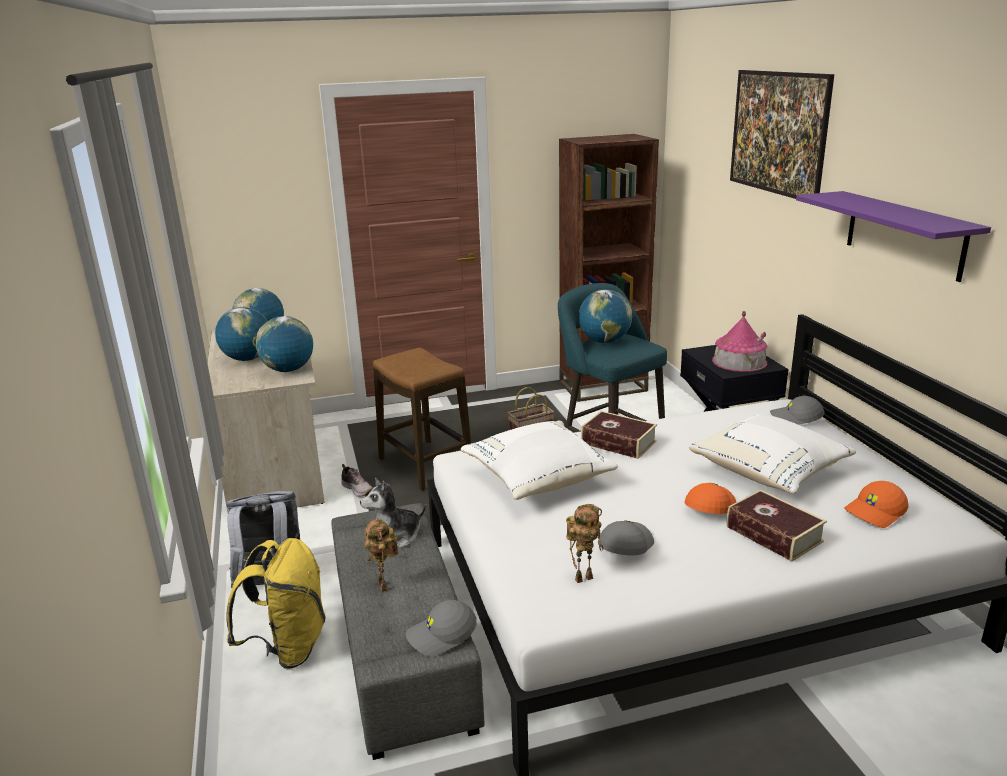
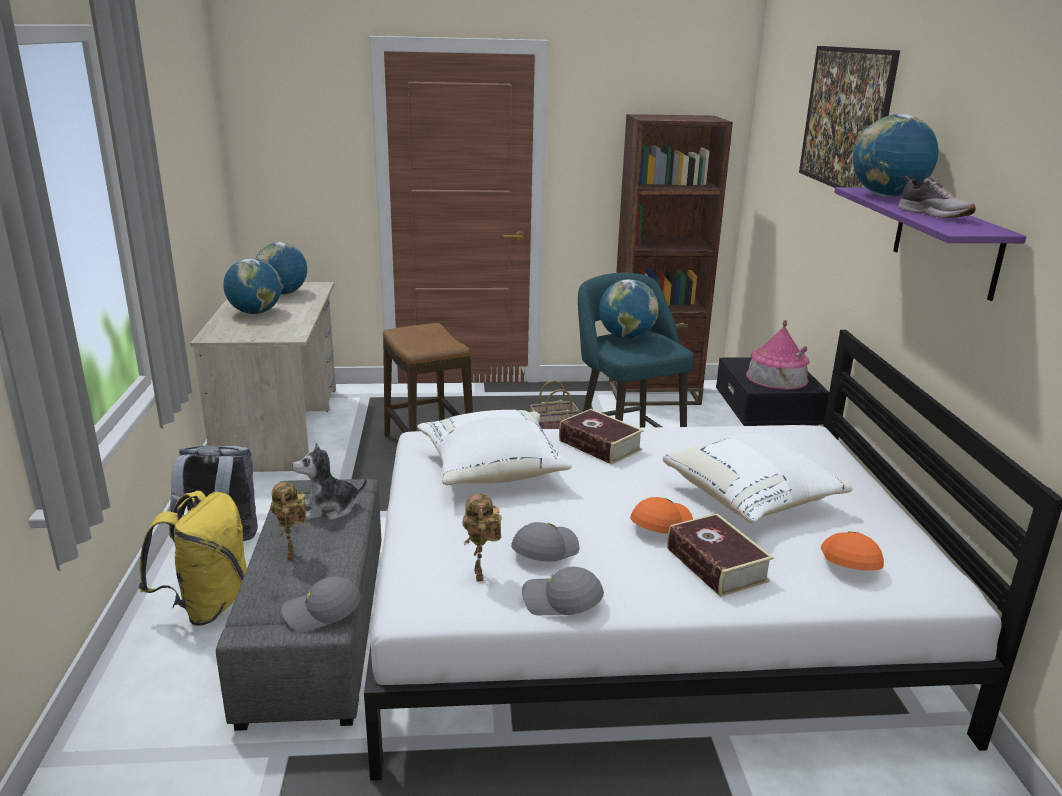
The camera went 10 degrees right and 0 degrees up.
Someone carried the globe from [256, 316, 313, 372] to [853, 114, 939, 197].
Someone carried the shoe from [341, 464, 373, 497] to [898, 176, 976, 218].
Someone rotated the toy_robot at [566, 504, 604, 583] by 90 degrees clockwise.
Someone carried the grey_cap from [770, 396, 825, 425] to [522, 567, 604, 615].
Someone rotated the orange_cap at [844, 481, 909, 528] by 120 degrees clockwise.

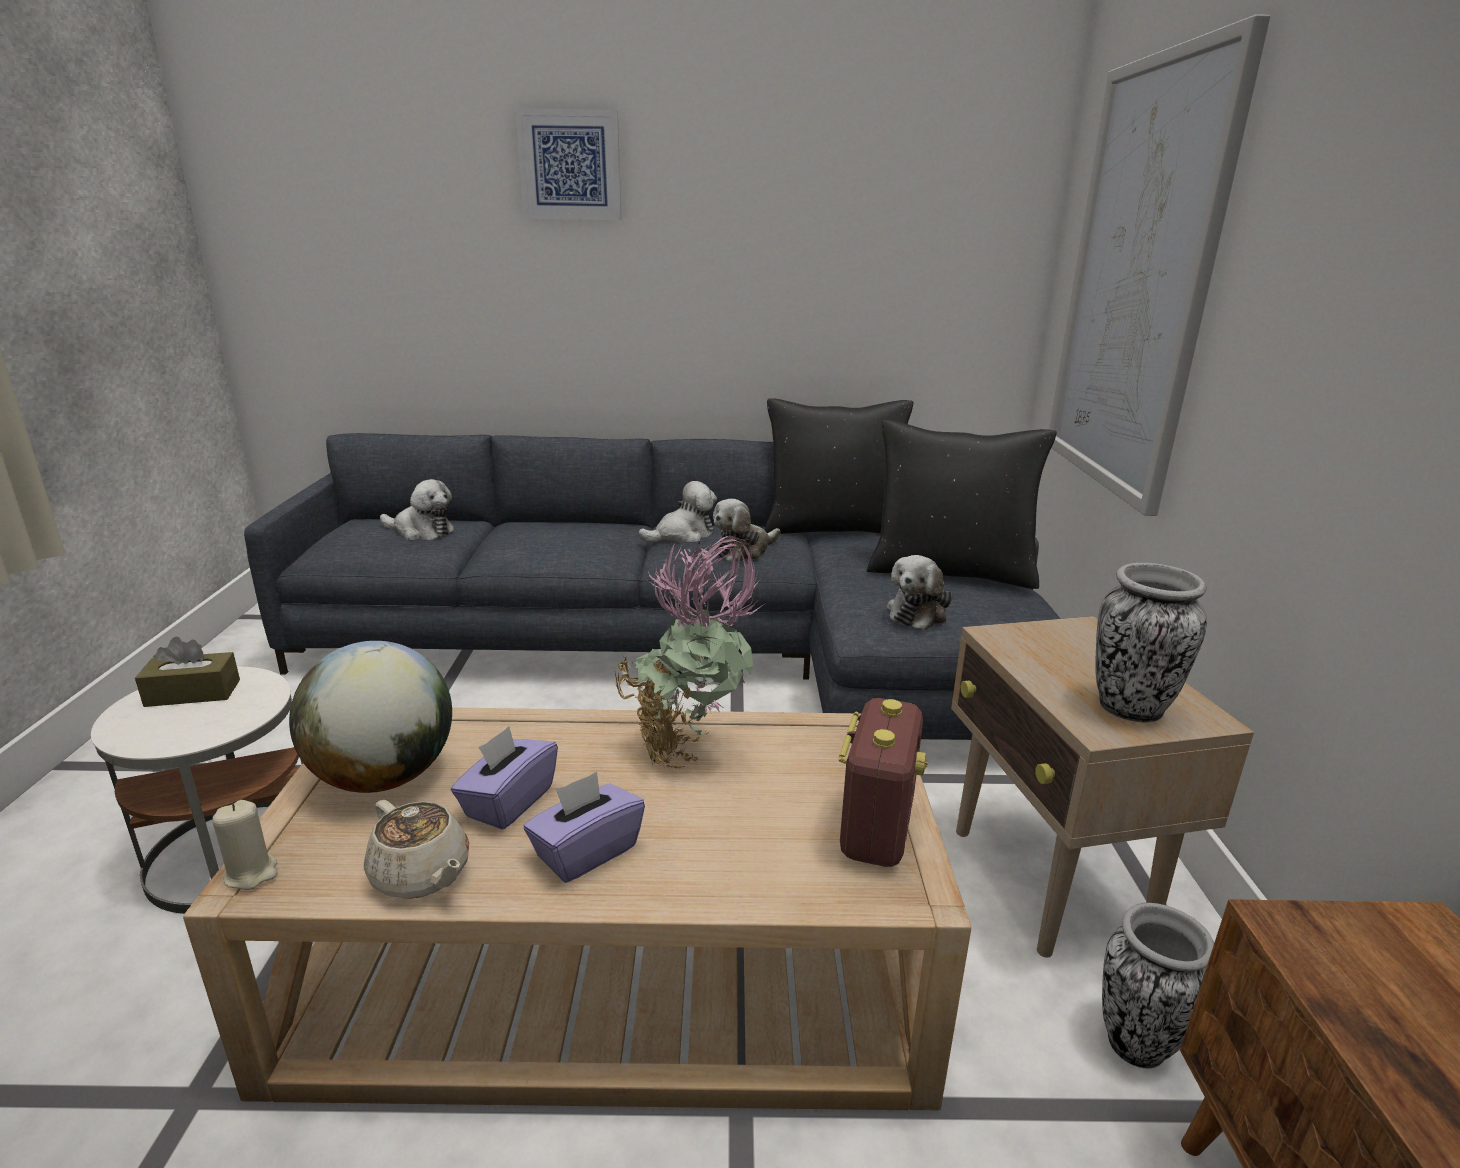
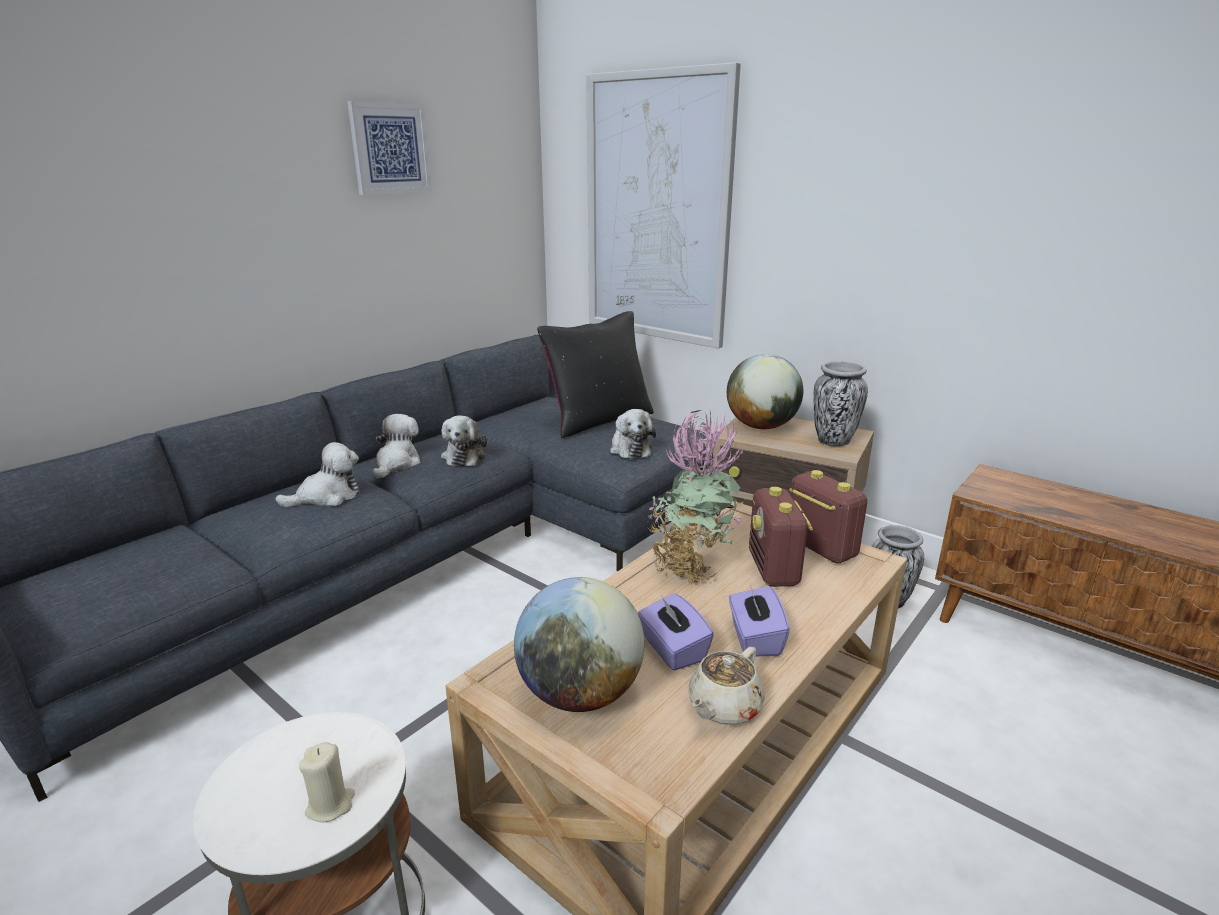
The camera went 50 degrees left and 0 degrees up.
Someone took away the brown_tissue_box at [135, 637, 240, 707].
Someone carried the beige_candle from [212, 800, 277, 890] to [299, 742, 355, 822].
Someone rotated the beige_teapot at [364, 800, 469, 899] by 135 degrees clockwise.
Someone carried the plush_toy from [380, 479, 455, 540] to [275, 442, 359, 507].
Someone carried the picture from [515, 108, 621, 220] to [347, 101, 432, 195].
Someone took away the black_pillow at [765, 398, 914, 534].
Someone put down the globe at [727, 354, 803, 429].
Someone put down the radio at [749, 486, 813, 587].

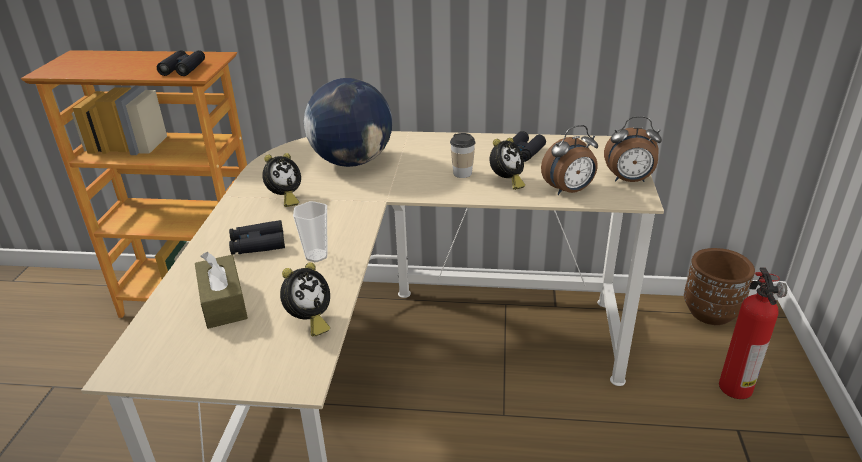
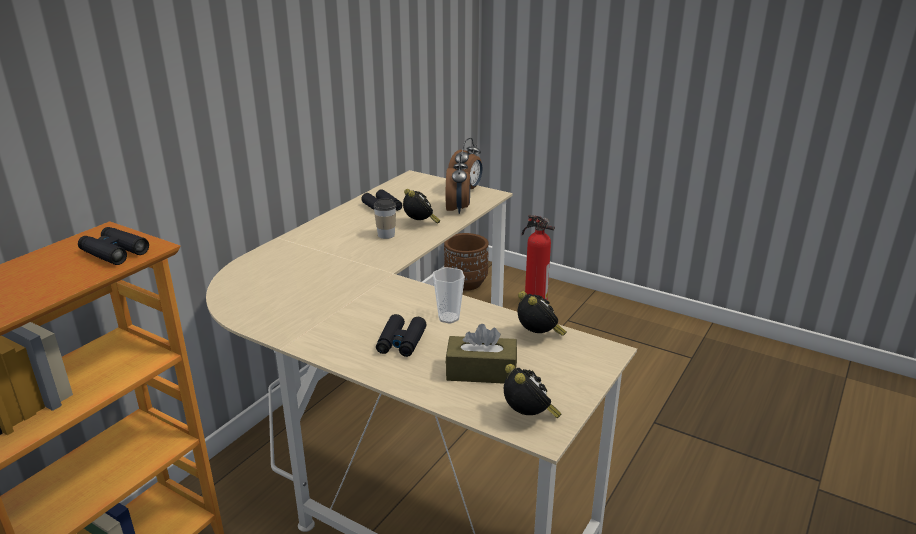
The camera went 65 degrees left and 5 degrees down.
Someone carried the alarm_clock from [262, 153, 301, 207] to [504, 364, 561, 418].
Someone took away the globe at [304, 78, 392, 167].

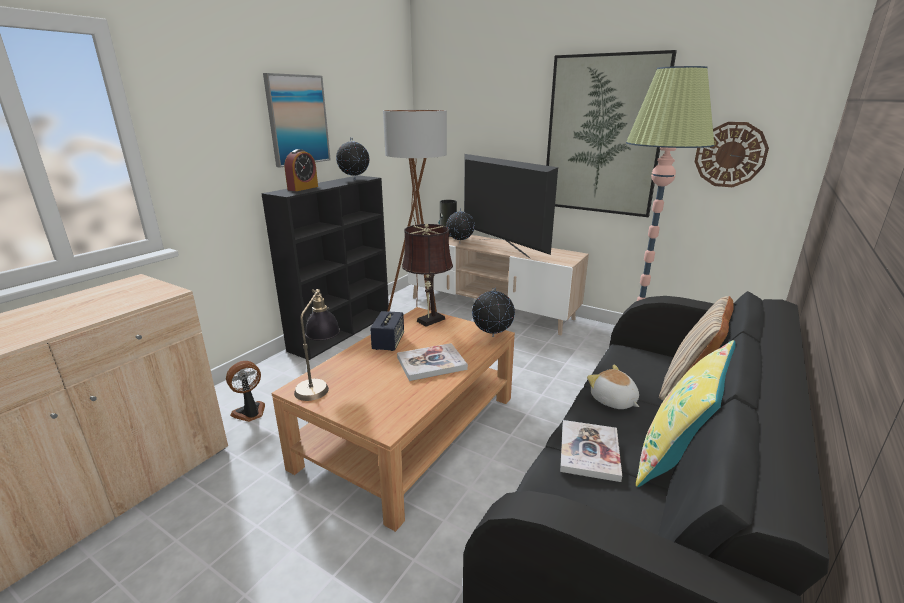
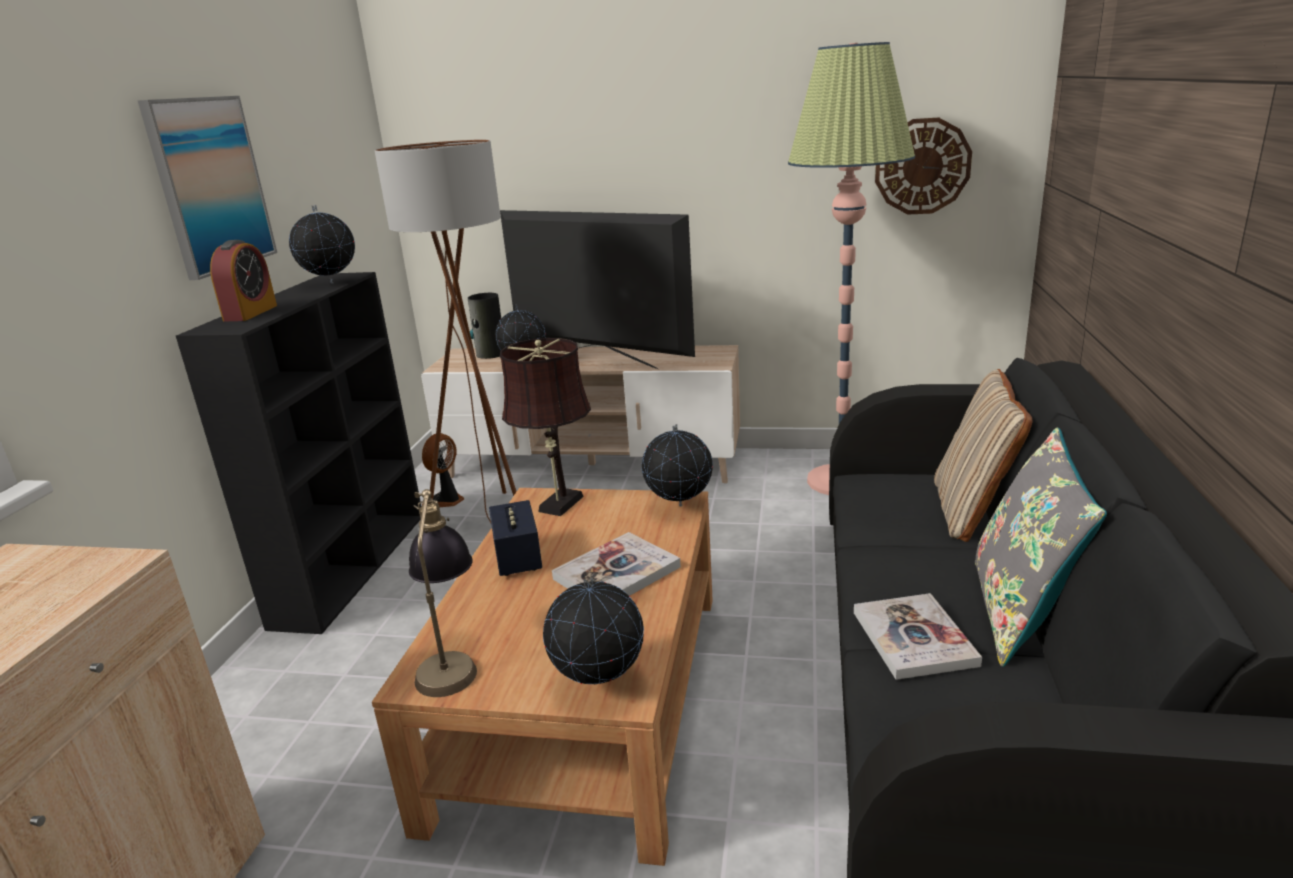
The camera went 20 degrees left and 0 degrees up.
Someone carried the fan from [226, 361, 265, 422] to [422, 433, 464, 507].
Someone took away the picture at [546, 50, 677, 217].
Someone took away the plush_toy at [587, 365, 639, 409].
Someone repainted the yellow_pillow at [636, 340, 736, 487], which became the grey_pillow at [975, 427, 1107, 667].
Someone put down the globe at [543, 578, 644, 684].

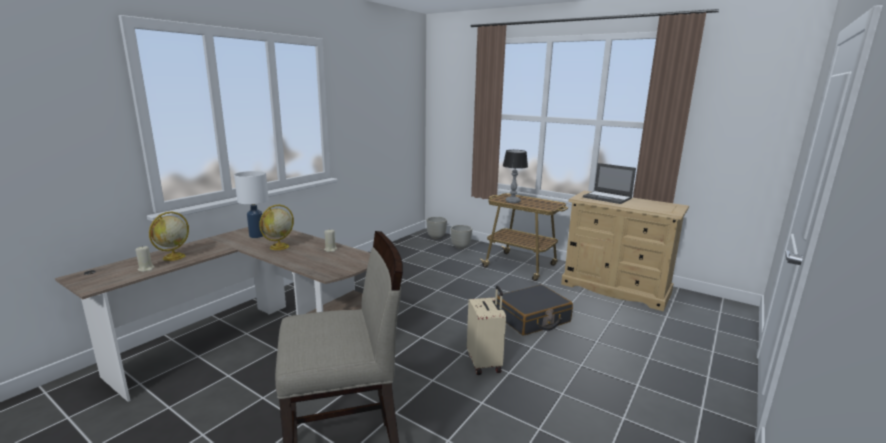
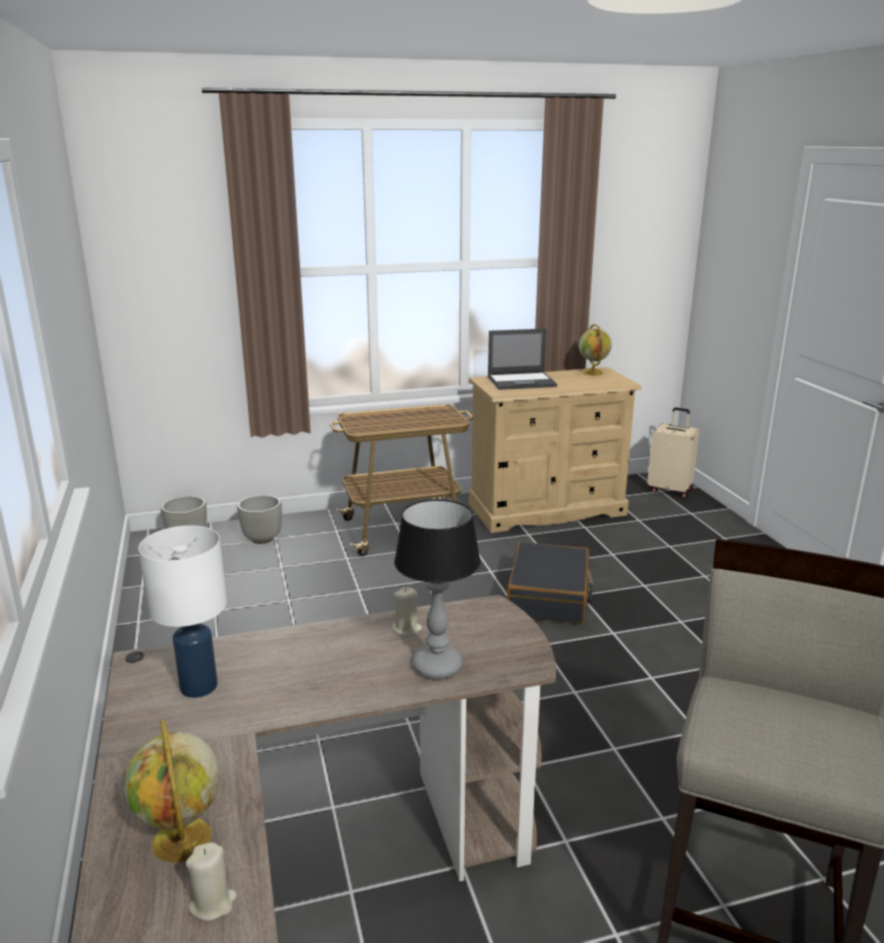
The camera went 50 degrees left and 5 degrees up.
Someone carried the globe from [259, 204, 294, 250] to [579, 324, 612, 376].
Someone carried the beige_suitcase from [467, 286, 506, 375] to [647, 407, 699, 498].
Someone carried the table_lamp from [503, 150, 528, 203] to [394, 499, 481, 679].

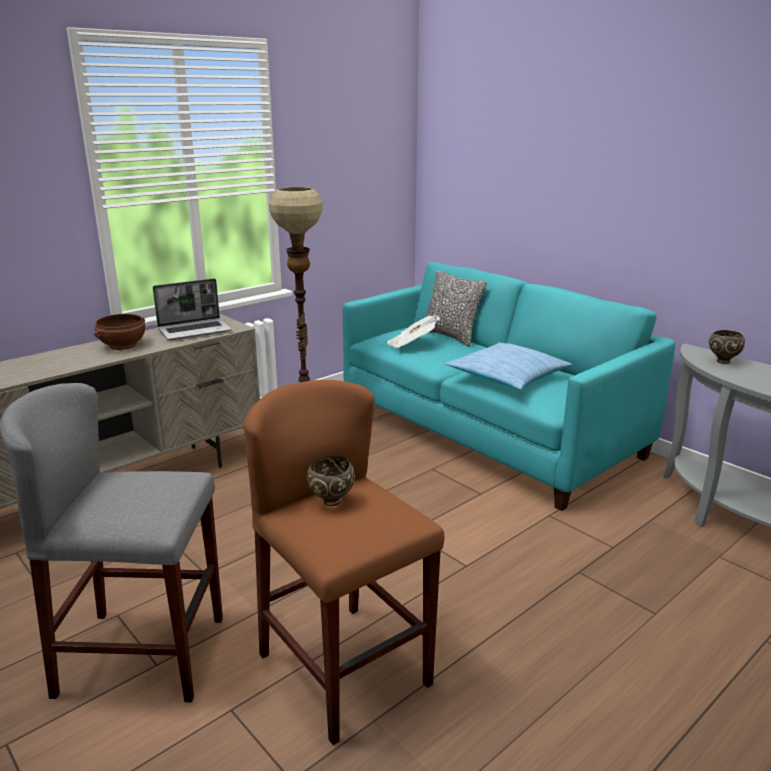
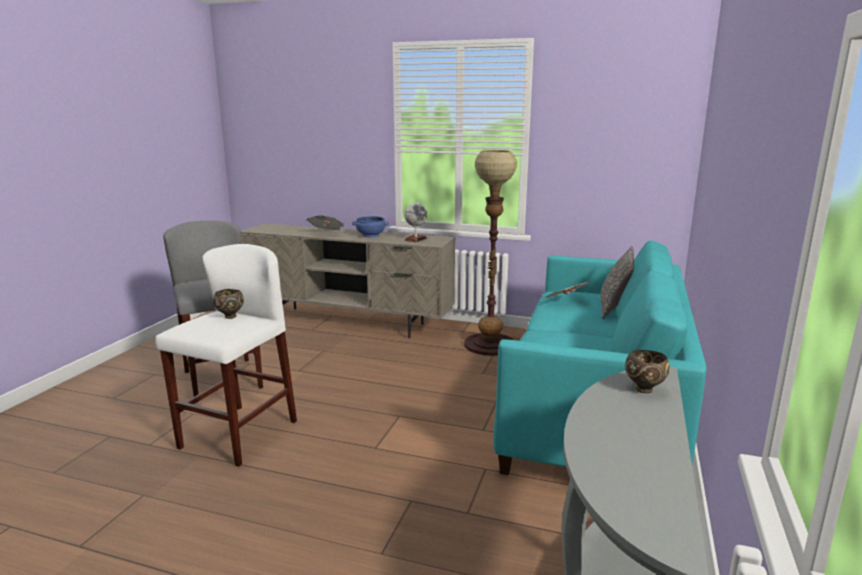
The camera went 60 degrees right and 5 degrees down.
Someone repainted the brown_bowl at [94, 314, 145, 350], which became the blue_bowl at [352, 216, 389, 237].
Someone swapped the laptop at [153, 279, 232, 340] for the globe at [404, 201, 427, 242].
Someone repainted the brown_stool at [244, 380, 444, 745], which became the white_stool at [155, 244, 297, 467].
Someone took away the pillow at [444, 342, 573, 390].
Someone put down the newspaper at [306, 216, 344, 230].

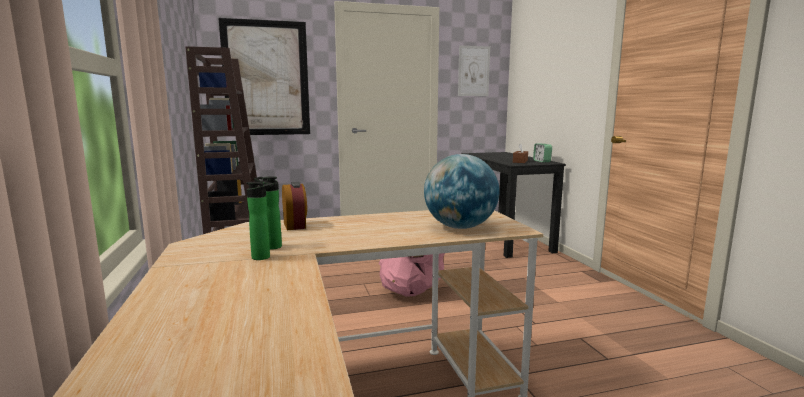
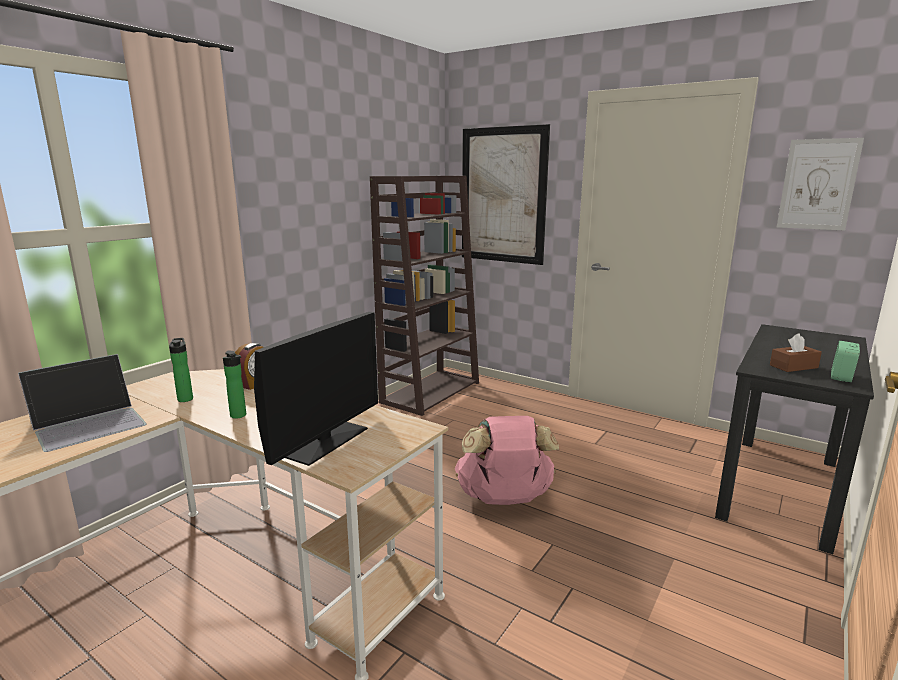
The camera went 50 degrees right and 5 degrees up.
Someone carried the bottle from [246, 182, 274, 260] to [223, 351, 246, 419].
Someone swapped the globe at [424, 154, 500, 229] for the monitor at [254, 312, 378, 466].
Someone put down the laptop at [18, 354, 147, 452].

